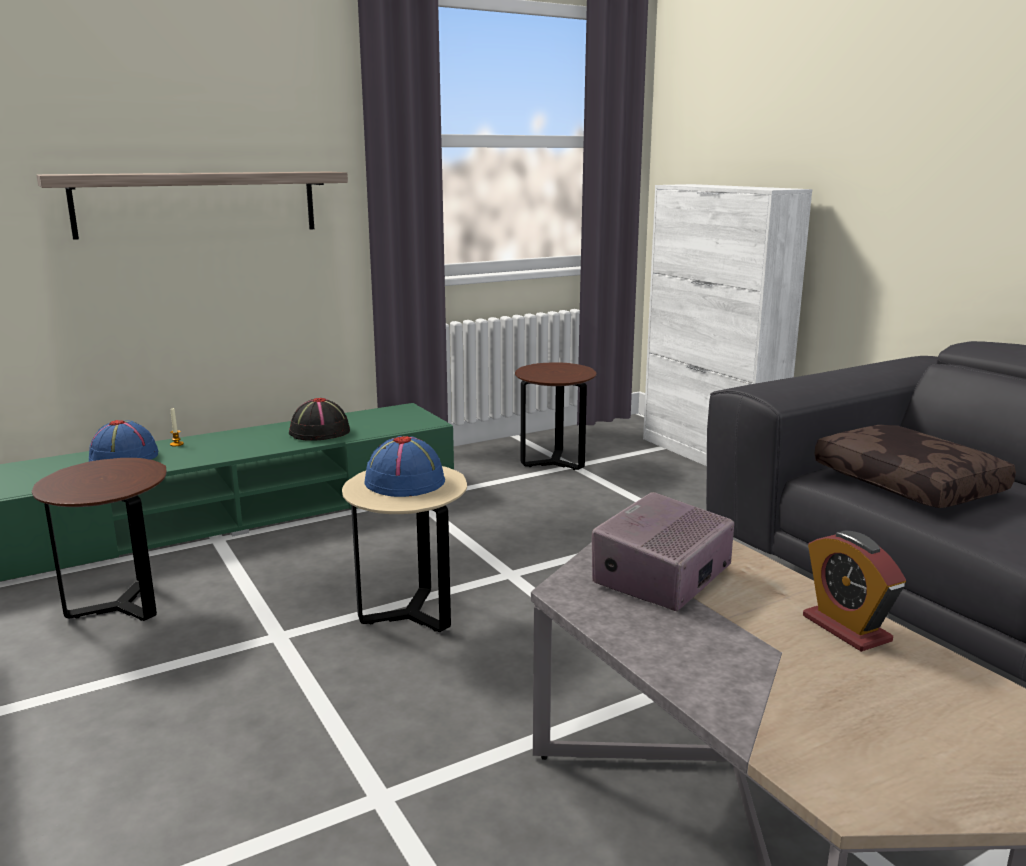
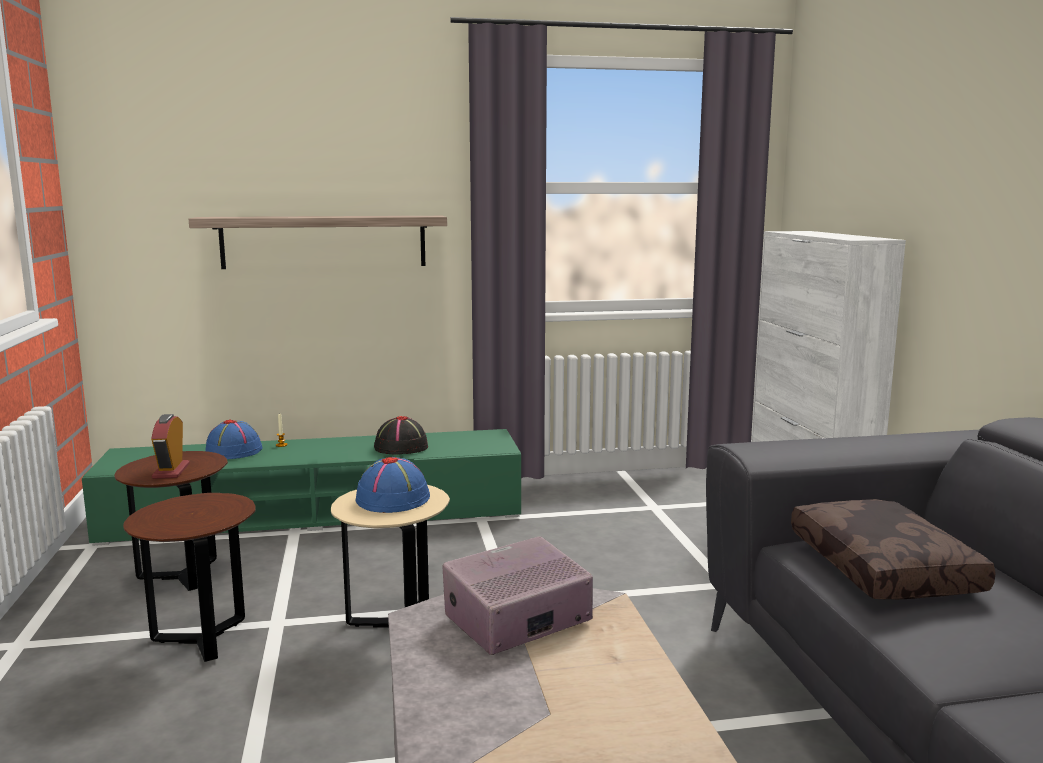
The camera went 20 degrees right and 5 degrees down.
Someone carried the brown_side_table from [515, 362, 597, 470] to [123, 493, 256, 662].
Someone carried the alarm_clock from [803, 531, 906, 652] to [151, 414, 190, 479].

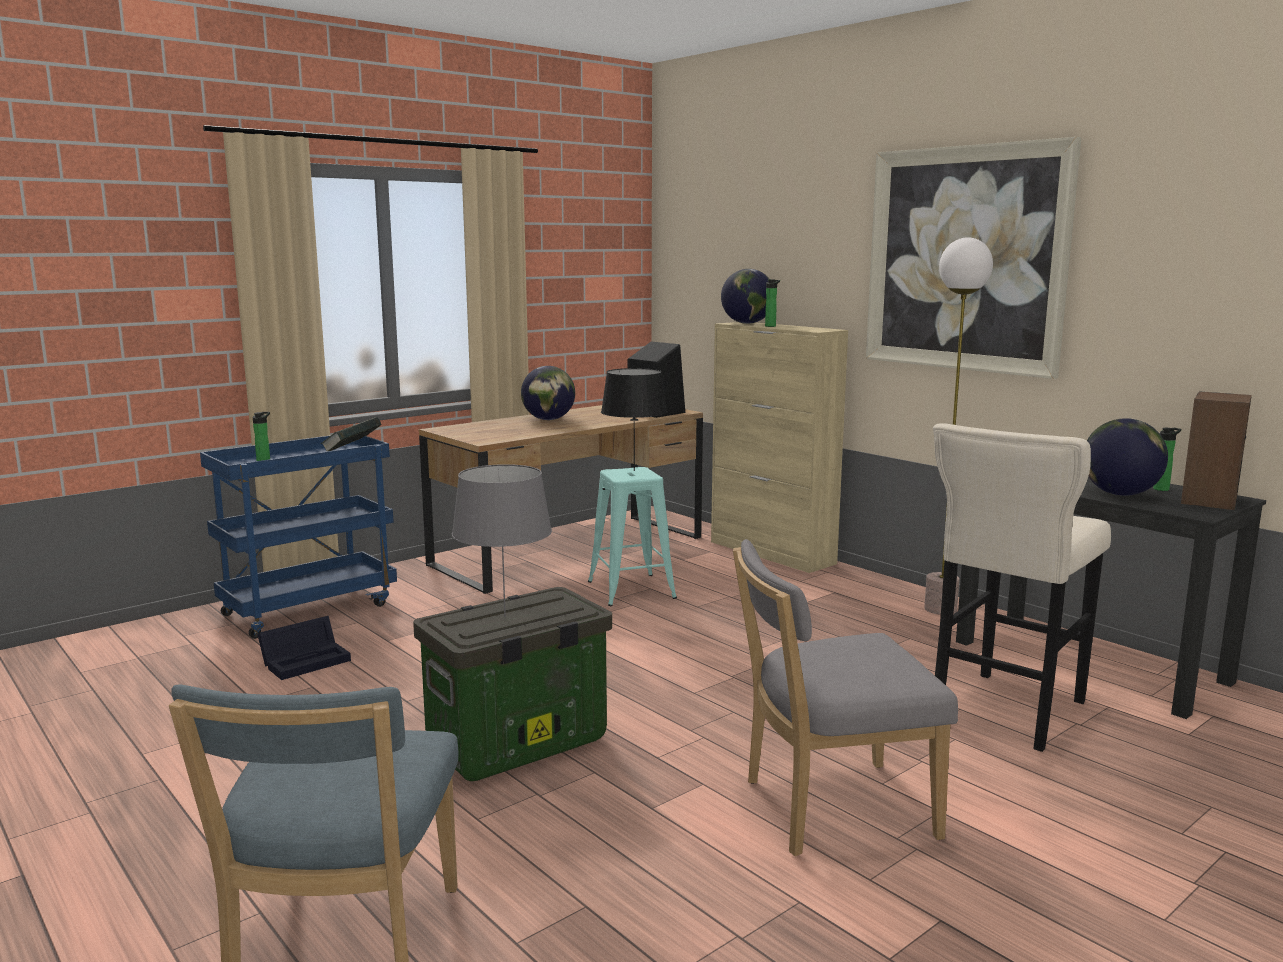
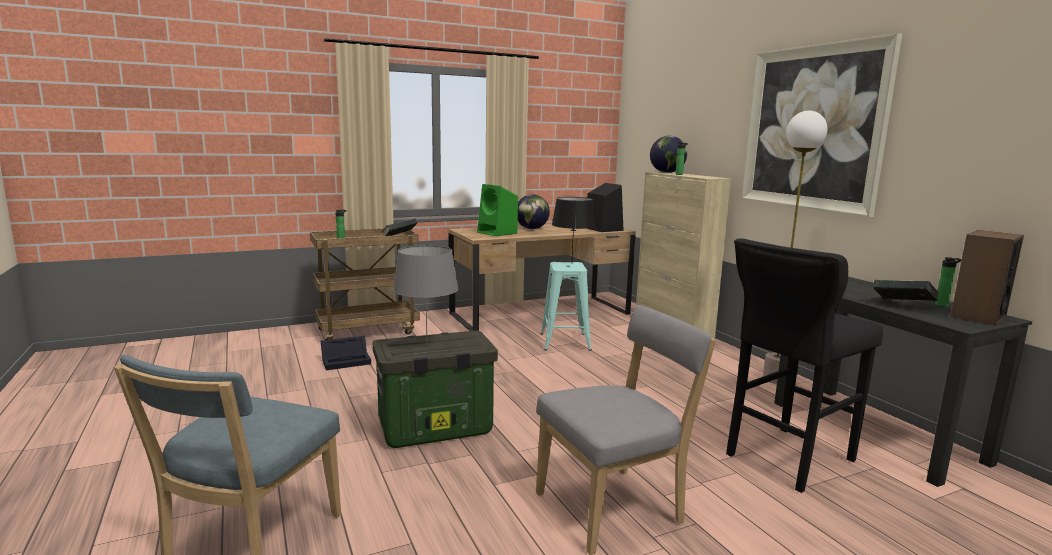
The camera went 15 degrees right and 0 degrees up.
Someone repainted the blue_cart at [200, 435, 397, 639], which became the brown_cart at [310, 229, 420, 340].
Someone rotated the grey_chair at [733, 539, 958, 856] by 150 degrees clockwise.
Someone repainted the beige_stool at [933, 423, 1111, 752], which became the black_stool at [726, 239, 883, 493].
Someone swapped the globe at [1087, 418, 1168, 496] for the book at [873, 280, 939, 301].
Someone put down the green_speaker at [477, 184, 518, 236].

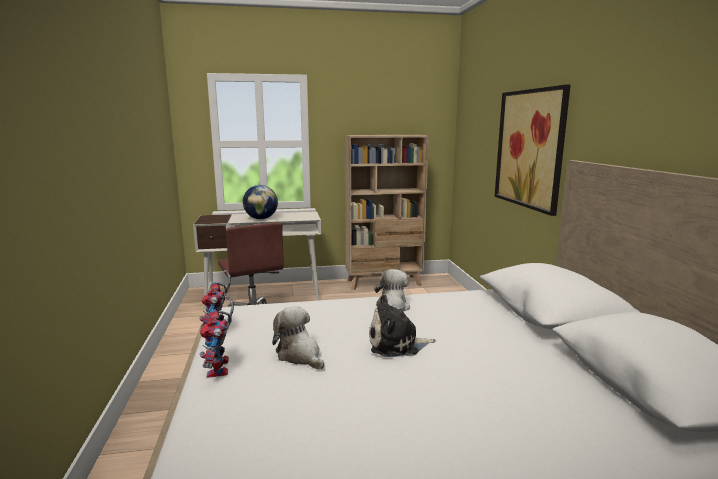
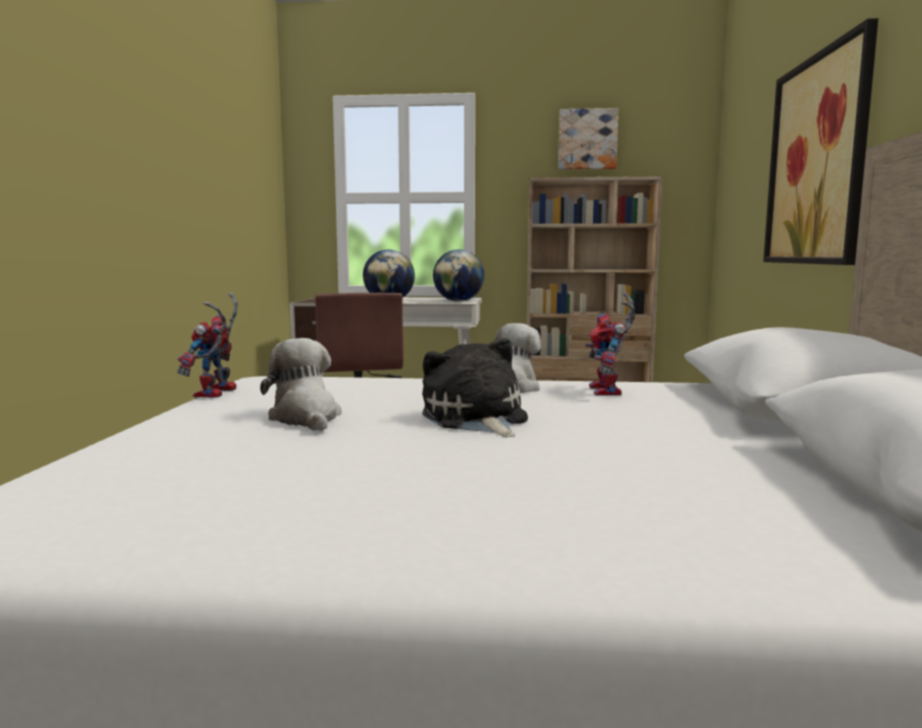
The camera went 15 degrees right and 5 degrees down.
Someone carried the toy_robot from [200, 295, 234, 378] to [585, 292, 635, 395].
Someone rotated the plush_toy at [369, 295, 436, 357] by 60 degrees clockwise.
Someone put down the globe at [433, 250, 484, 301].
Someone put up the picture at [558, 108, 619, 170].

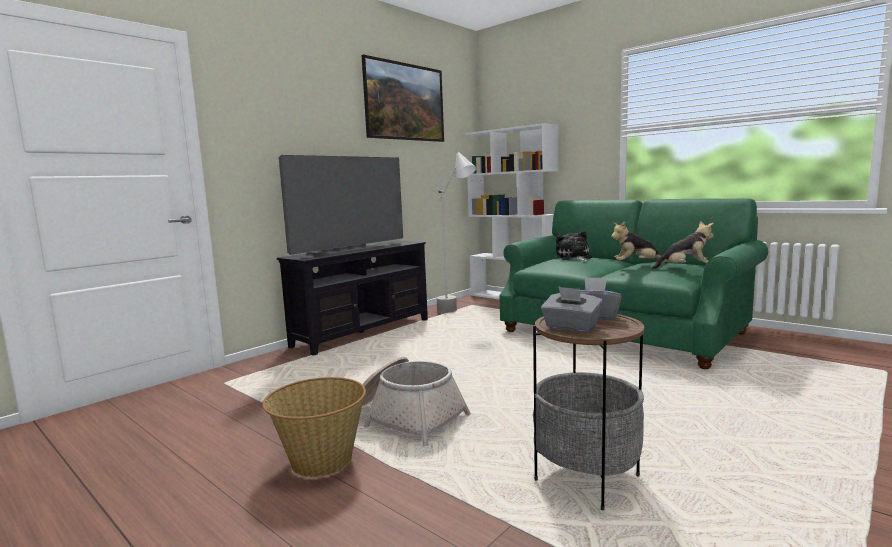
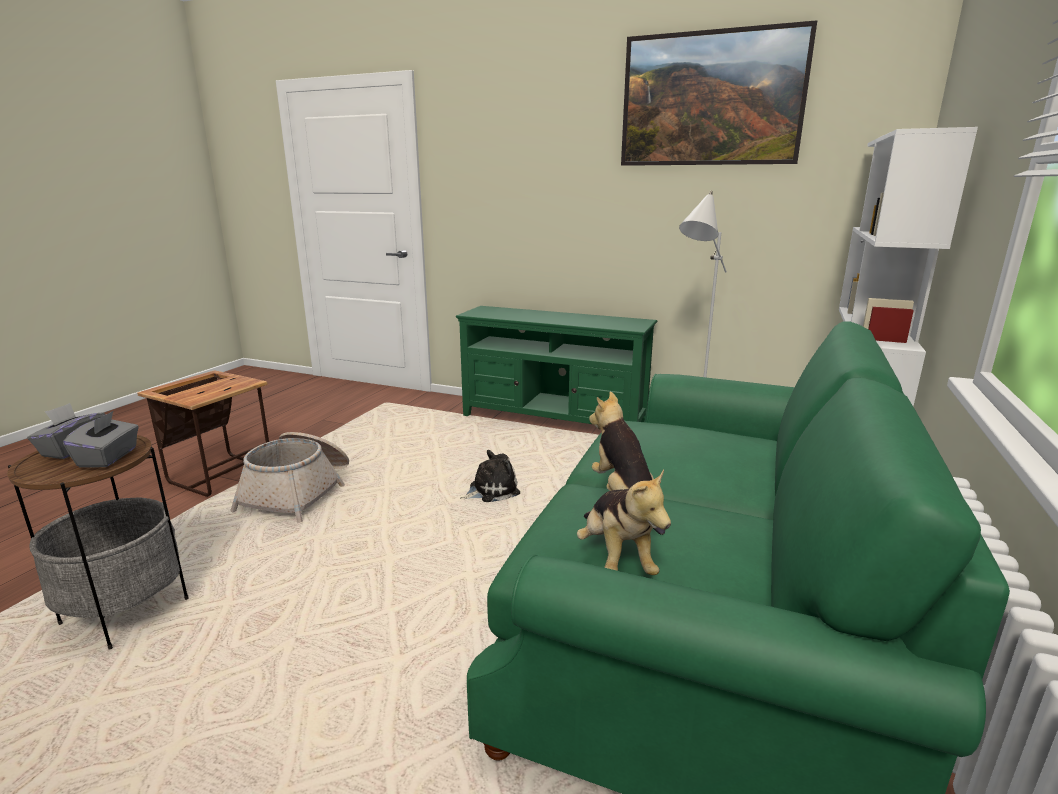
The camera went 70 degrees right and 10 degrees up.
Someone swapped the basket at [262, 377, 366, 477] for the side_table at [137, 370, 269, 497].
Someone repainted the black_tv_stand at [277, 240, 428, 356], which became the green_tv_stand at [456, 306, 657, 424].
Someone took away the television at [279, 155, 403, 256].
Someone carried the plush_toy from [556, 231, 592, 261] to [460, 450, 520, 502].

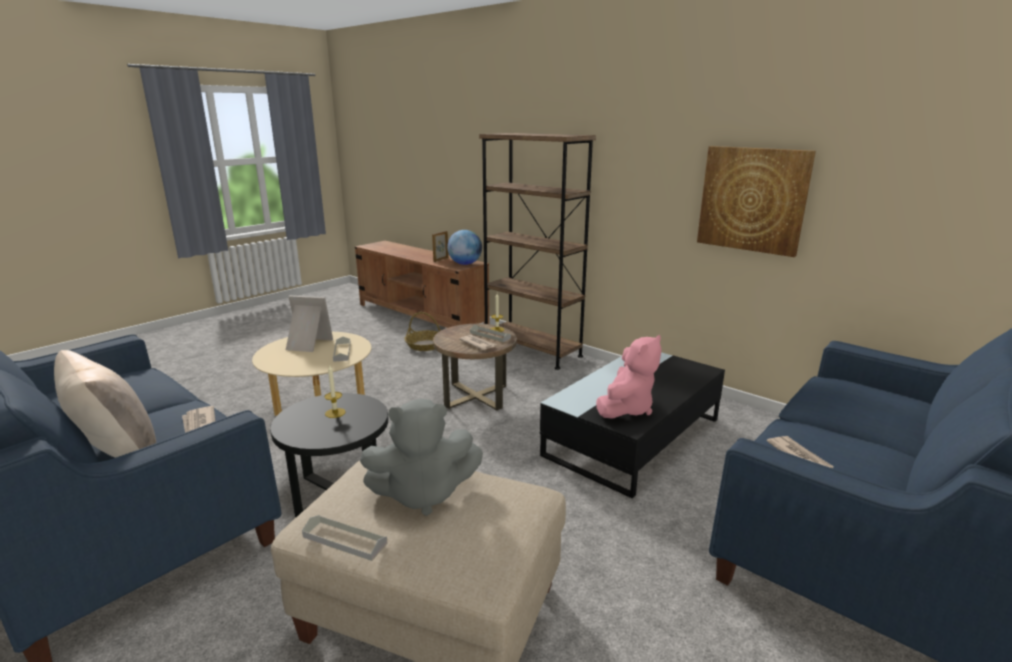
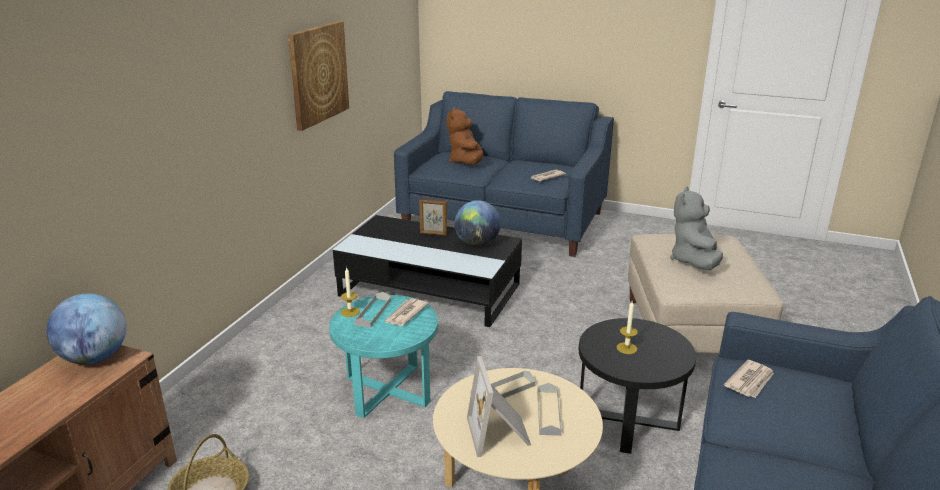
The camera went 110 degrees left and 5 degrees up.
Someone took away the beige_pillow at [54, 350, 156, 458].
Someone carried the grey_tray from [302, 515, 388, 561] to [537, 383, 562, 436].
Someone rotated the grey_plush_toy at [360, 399, 483, 516] by 135 degrees counterclockwise.
Someone carried the picture_frame from [432, 231, 449, 262] to [419, 198, 447, 236].
Someone repainted the brown_side_table at [433, 324, 517, 410], which became the turquoise_side_table at [329, 295, 438, 418].
Someone took away the brown_bookcase at [479, 133, 596, 370].
Someone swapped the pink_plush_toy at [596, 335, 662, 419] for the globe at [455, 200, 501, 247].
Someone put down the brown_plush_toy at [447, 107, 484, 165].

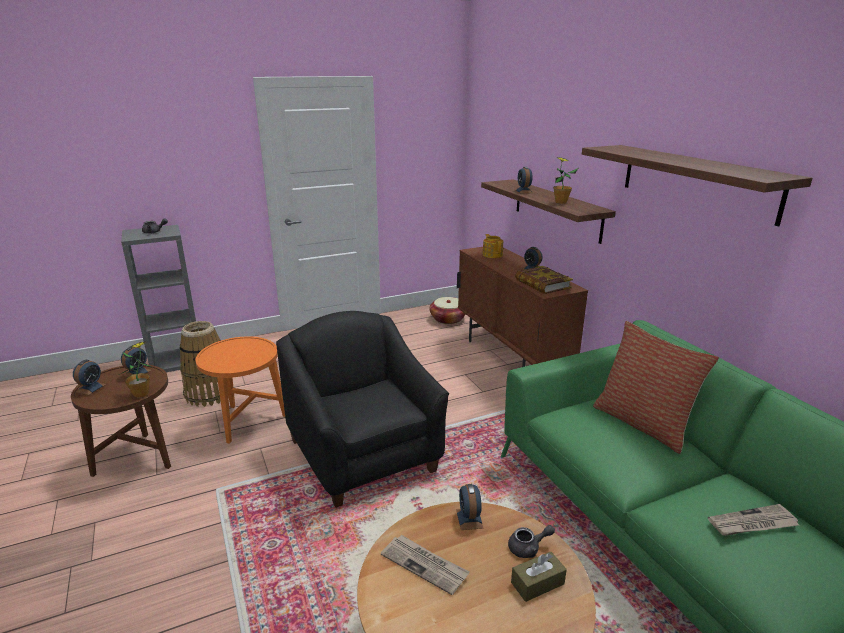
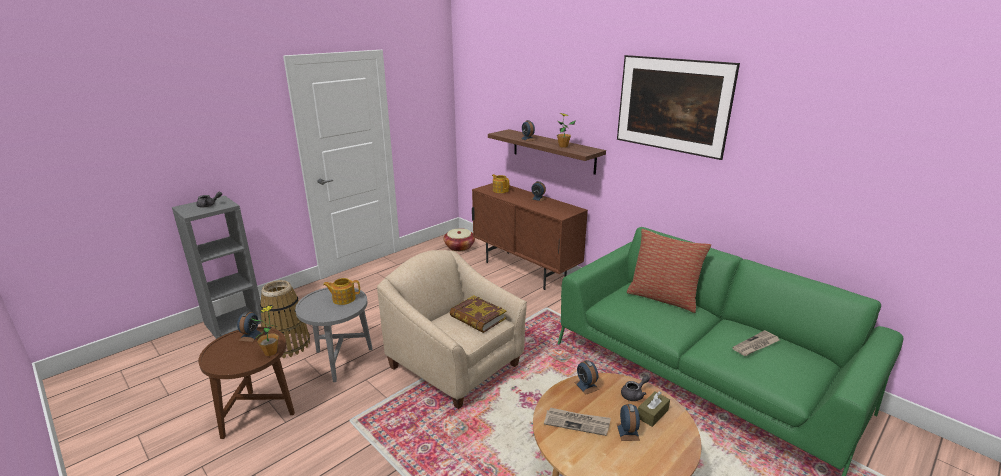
The camera went 20 degrees left and 0 degrees up.
Someone carried the alarm_clock from [73, 360, 106, 395] to [617, 404, 640, 441].
Someone repainted the orange_side_table at [196, 336, 285, 444], which became the grey_side_table at [295, 288, 373, 382].
Someone repainted the black_armchair at [276, 311, 449, 508], which became the beige_armchair at [377, 250, 527, 409].
Someone carried the book from [515, 266, 573, 294] to [450, 295, 506, 333].
Someone swapped the shelf at [582, 145, 813, 226] for the picture at [617, 55, 740, 160].
Someone put down the teapot at [323, 278, 360, 305].

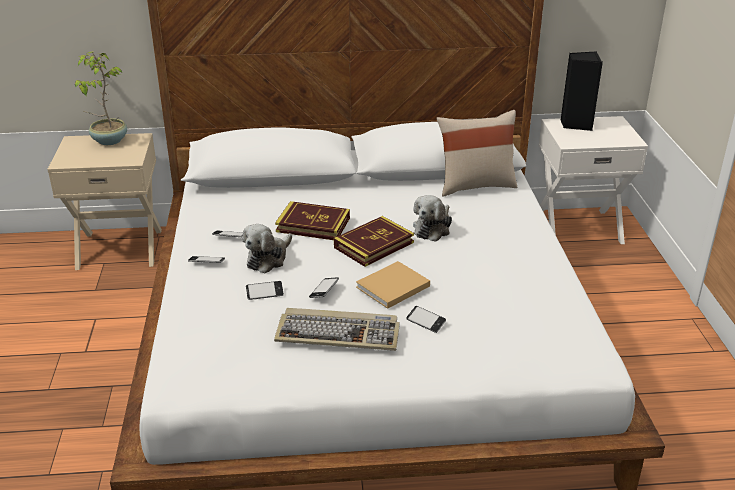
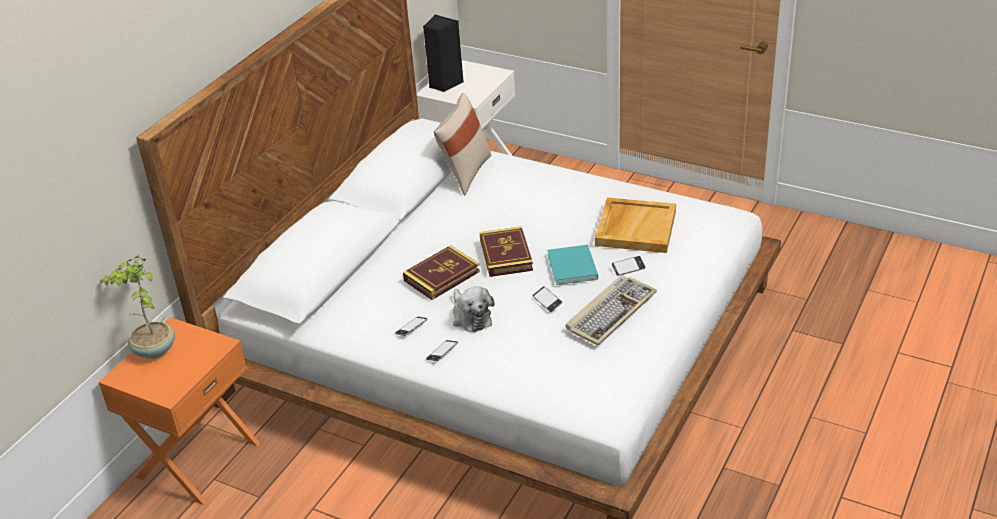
The camera went 55 degrees left and 5 degrees up.
Someone repainted the beige_nightstand at [47, 133, 162, 270], which became the orange_nightstand at [98, 317, 260, 505].
Someone took away the phone at [246, 281, 284, 300].
Someone repainted the beige_book at [356, 261, 430, 309], which became the turquoise_book at [547, 245, 598, 285].
Someone took away the plush_toy at [413, 195, 452, 242].
Someone put down the beige_tray at [595, 197, 676, 253].

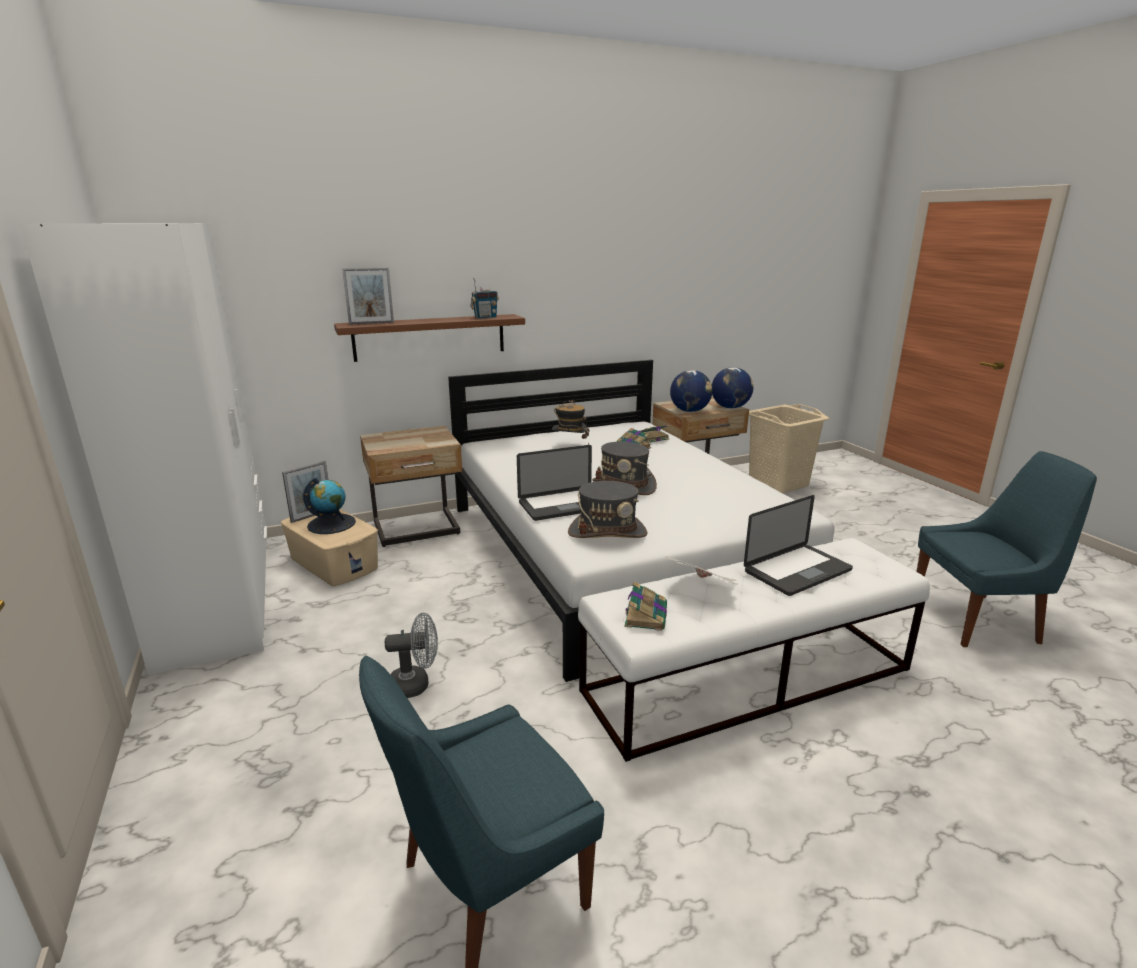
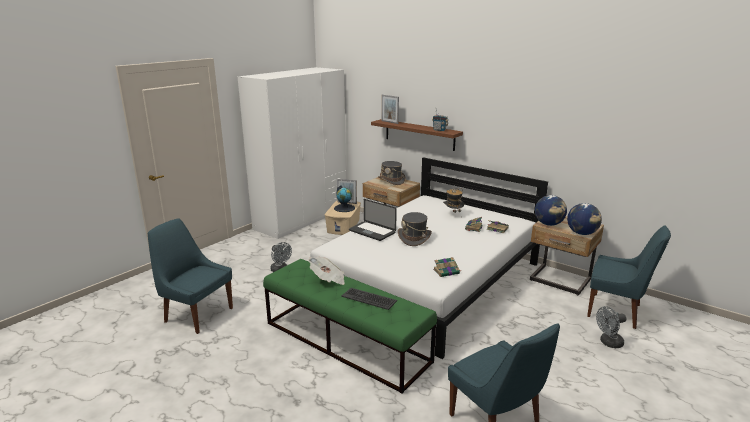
The camera went 60 degrees right and 0 degrees up.
Someone carried the grey_hat from [568, 481, 647, 538] to [378, 161, 406, 185].
Someone repainted the white_bench at [578, 538, 930, 762], which became the green_bench at [263, 259, 437, 394].
Someone carried the book from [625, 581, 667, 631] to [433, 257, 460, 277].
Someone swapped the laptop at [744, 495, 853, 596] for the keyboard at [341, 288, 397, 310].
Someone swapped the beige_laundry_basket at [749, 404, 829, 493] for the blue_chair at [587, 225, 671, 329].
Someone put down the grey_fan at [596, 306, 626, 348].

